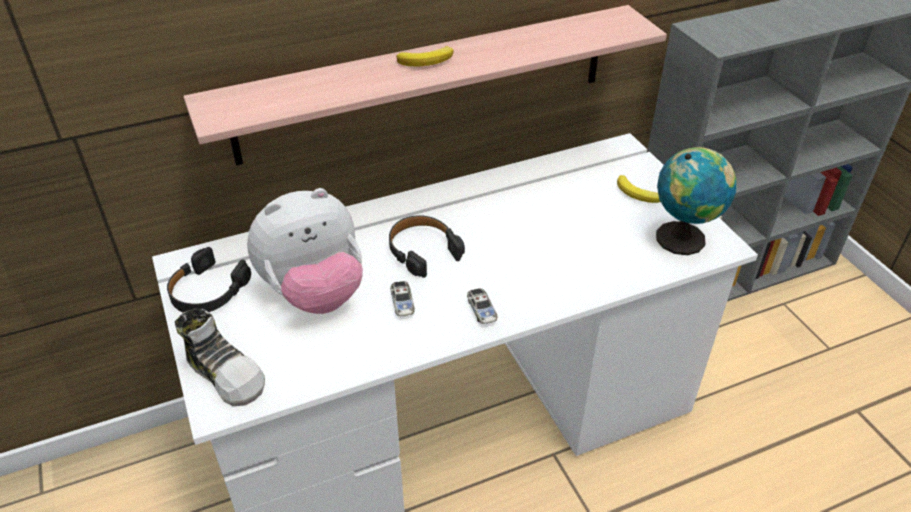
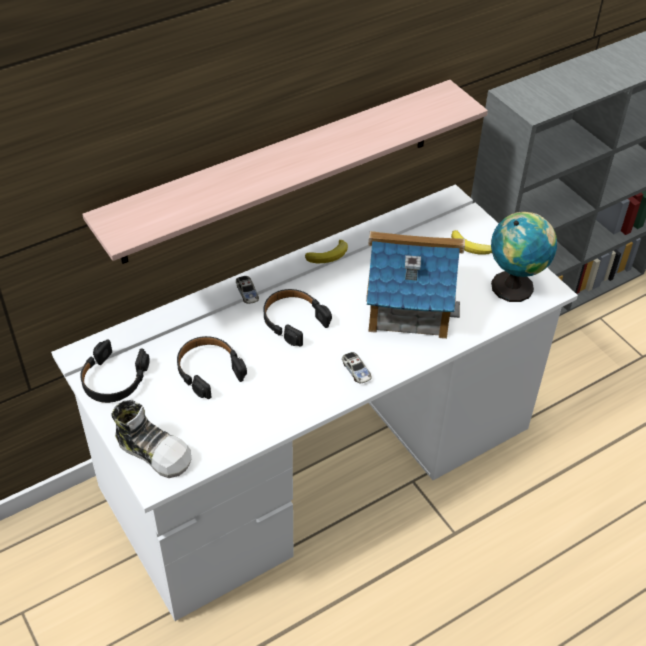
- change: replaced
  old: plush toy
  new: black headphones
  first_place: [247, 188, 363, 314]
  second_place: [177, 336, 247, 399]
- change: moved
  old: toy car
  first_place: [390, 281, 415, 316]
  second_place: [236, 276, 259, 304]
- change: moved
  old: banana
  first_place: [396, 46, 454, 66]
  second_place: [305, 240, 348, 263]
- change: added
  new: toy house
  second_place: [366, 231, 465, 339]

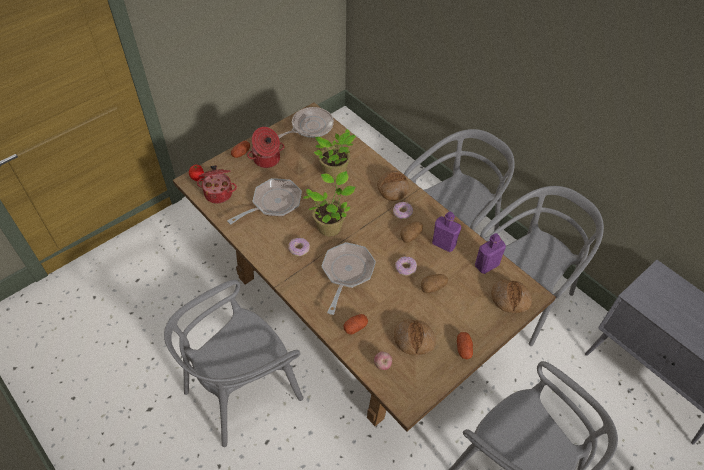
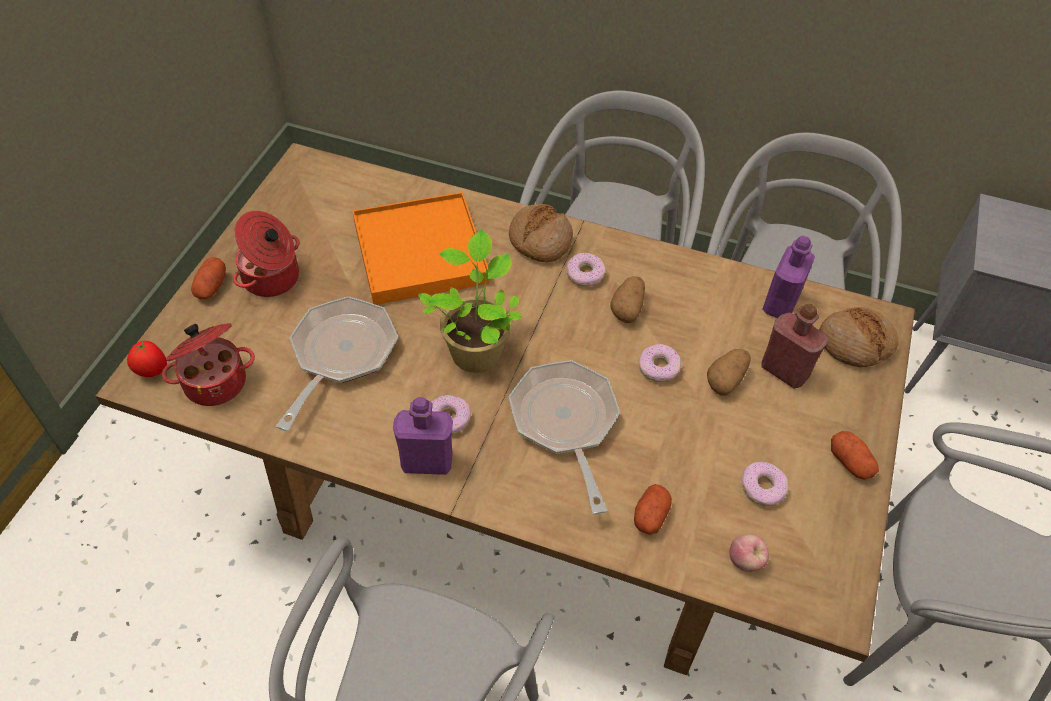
- change: removed
  old: frying pan
  first_place: [278, 107, 334, 138]
- change: replaced
  old: potted plant
  new: orange tray
  first_place: [314, 129, 356, 180]
  second_place: [353, 192, 489, 305]
- change: replaced
  old: bread
  new: donut
  first_place: [394, 320, 436, 355]
  second_place: [741, 462, 789, 506]
- change: moved
  old: purple bottle
  first_place: [432, 212, 461, 252]
  second_place: [393, 397, 453, 475]
- change: added
  new: red bottle
  second_place: [761, 304, 828, 388]

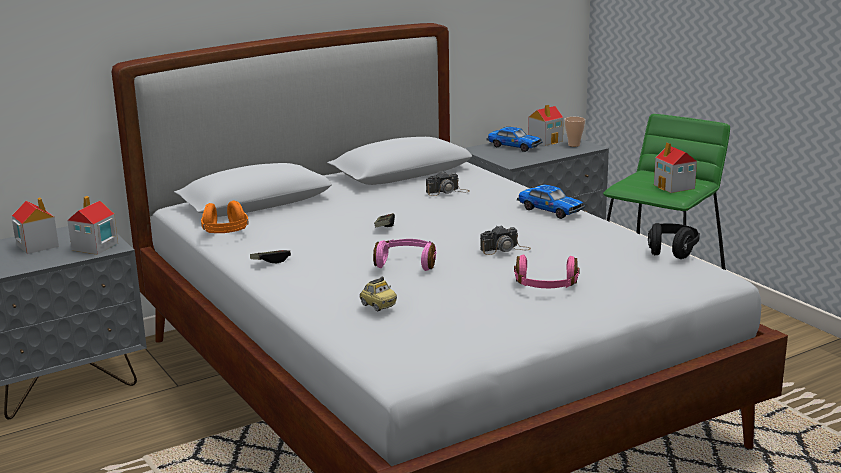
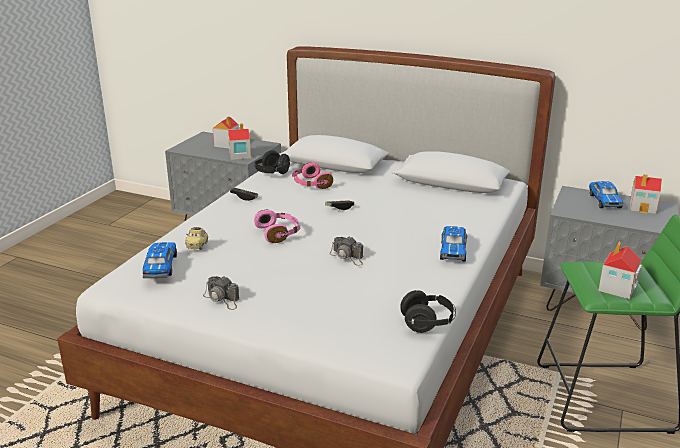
- change: recoloured
  old: orange headphones
  new: black headphones
  first_place: [201, 200, 248, 233]
  second_place: [254, 150, 290, 174]
- change: moved
  old: photo camera
  first_place: [426, 171, 469, 196]
  second_place: [203, 276, 239, 310]
- change: moved
  old: pink headphones
  first_place: [514, 254, 580, 288]
  second_place: [292, 162, 333, 189]
- change: removed
  old: cup
  first_place: [564, 117, 585, 147]
- change: added
  new: toy car
  second_place: [143, 242, 177, 278]

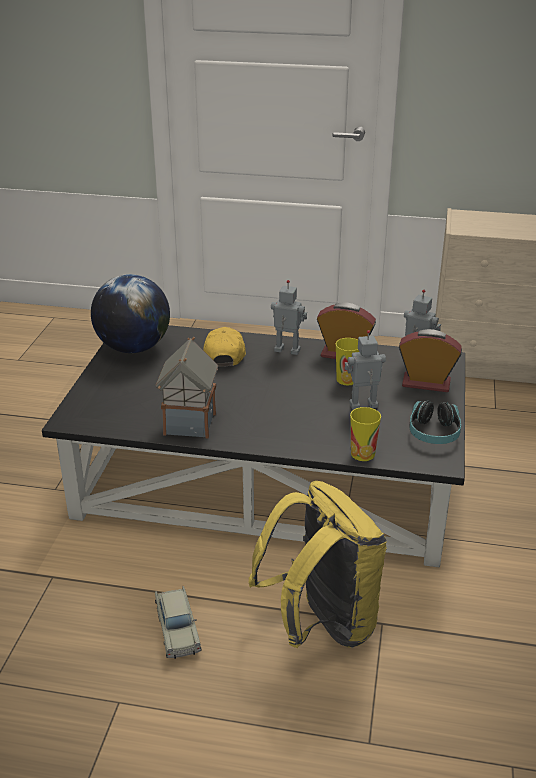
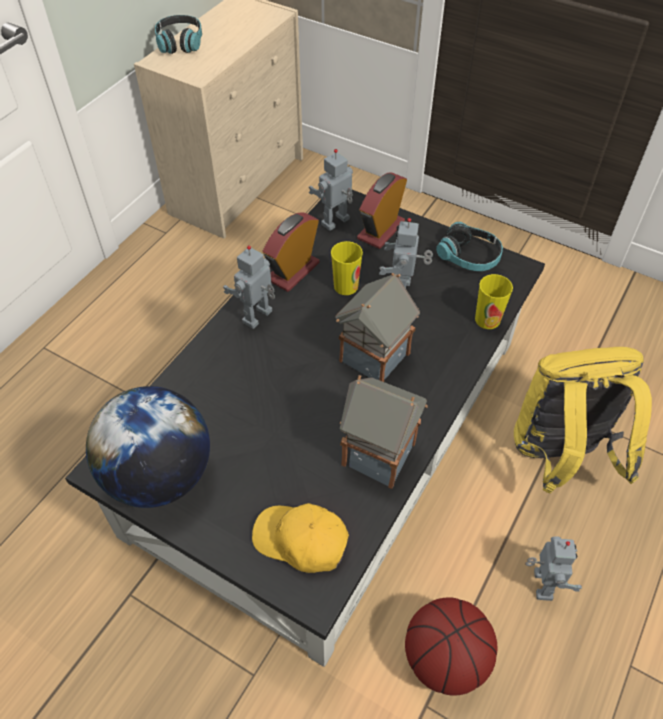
- change: replaced
  old: beige toy car
  new: toy robot
  first_place: [155, 586, 202, 659]
  second_place: [525, 536, 582, 601]
- change: moved
  old: yellow cap
  first_place: [203, 327, 246, 367]
  second_place: [252, 503, 349, 573]
- change: added
  new: headphones
  second_place: [155, 15, 202, 54]
- change: added
  new: toy house
  second_place: [335, 273, 420, 382]
- change: added
  new: basketball
  second_place: [405, 597, 497, 696]

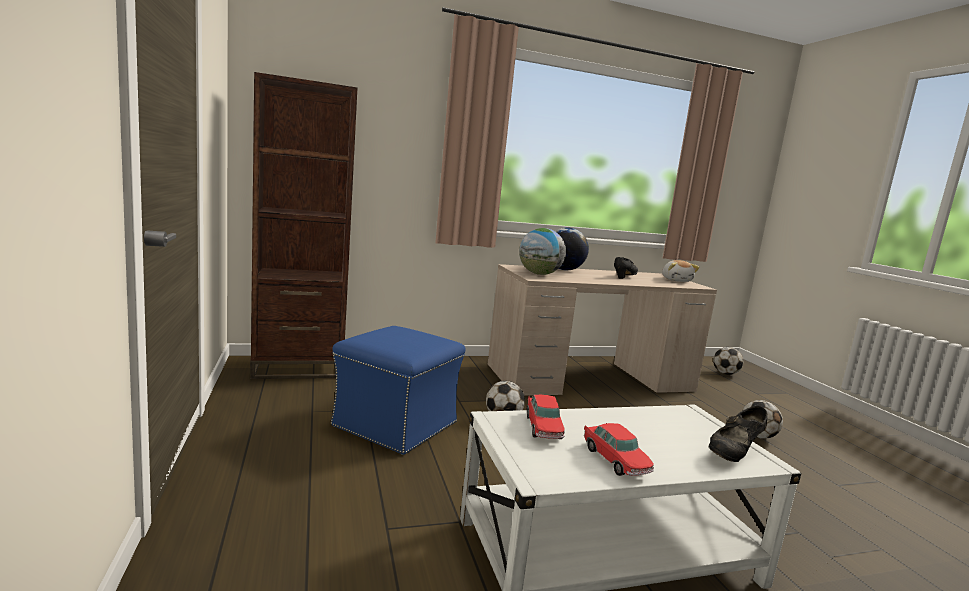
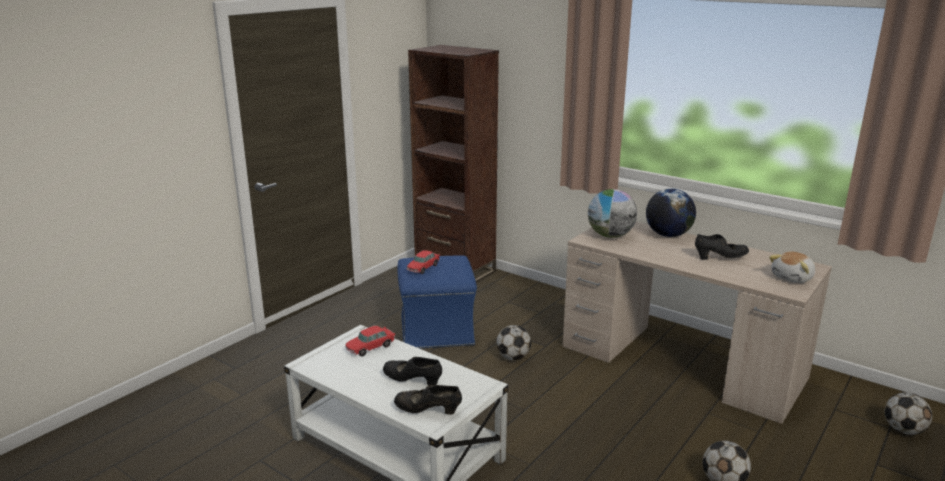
- change: moved
  old: toy car
  first_place: [584, 423, 654, 476]
  second_place: [406, 250, 440, 274]
- change: added
  new: black shoe
  second_place: [383, 357, 442, 385]

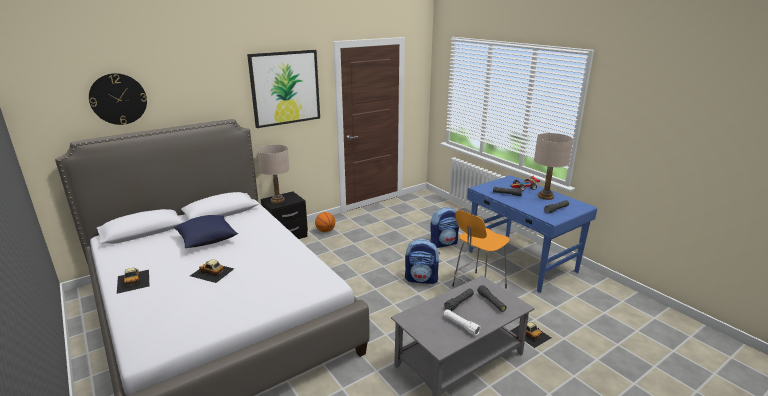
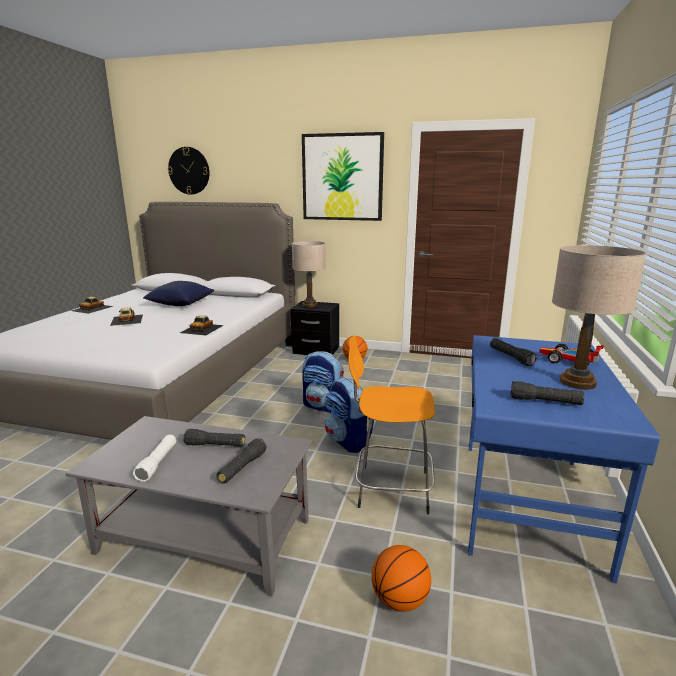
- change: moved
  old: backpack
  first_place: [430, 207, 459, 248]
  second_place: [302, 351, 344, 413]
- change: moved
  old: toy car
  first_place: [510, 322, 551, 348]
  second_place: [180, 315, 224, 336]
- change: added
  new: basketball
  second_place: [372, 545, 431, 612]

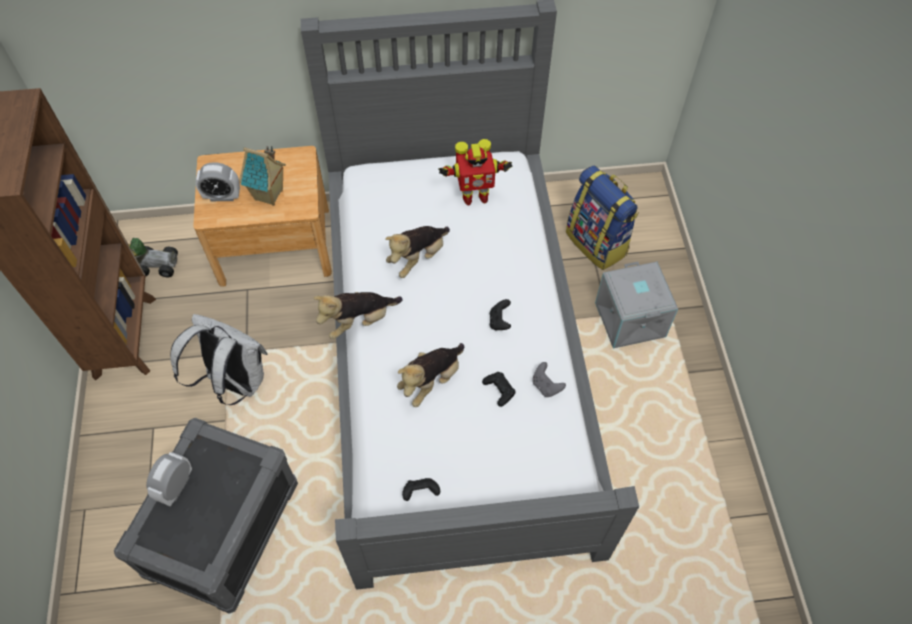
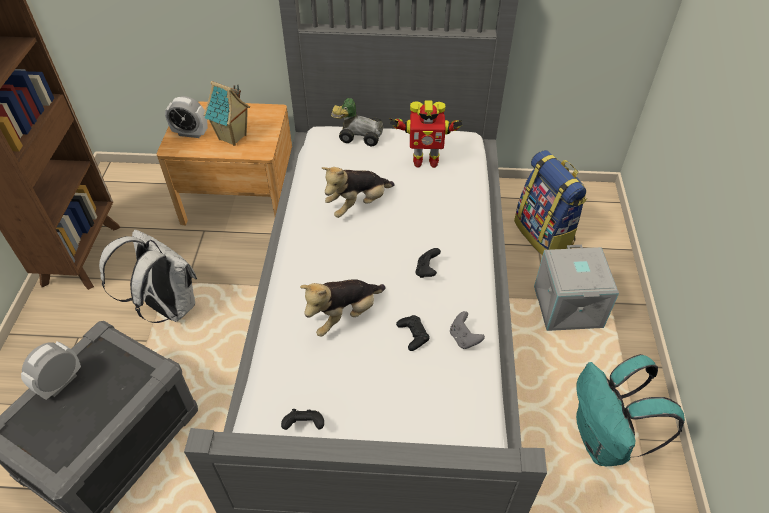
- change: moved
  old: toy car
  first_place: [128, 238, 178, 278]
  second_place: [331, 98, 384, 146]
- change: removed
  old: plush toy
  first_place: [313, 292, 403, 339]
- change: added
  new: turquoise backpack
  second_place: [576, 354, 685, 466]

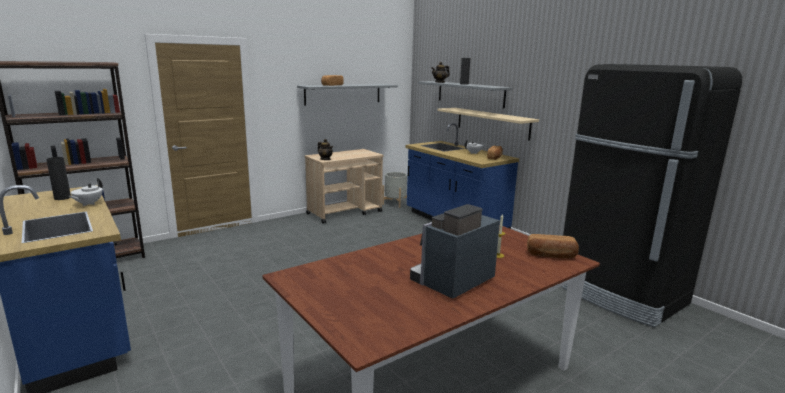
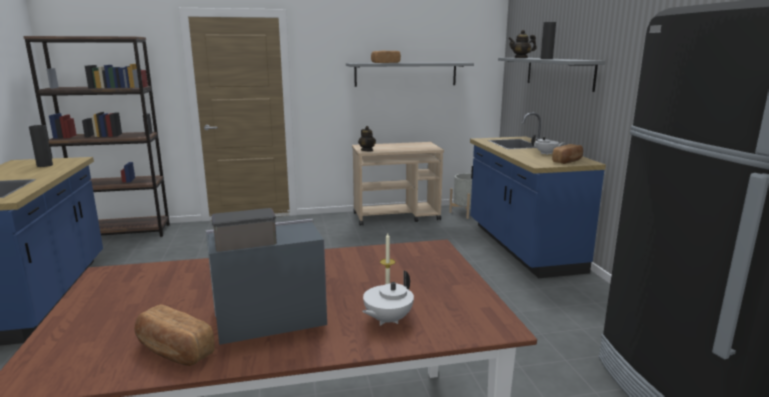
- change: moved
  old: white teapot
  first_place: [68, 178, 103, 206]
  second_place: [362, 271, 414, 326]
- change: removed
  old: beige shelf
  first_place: [437, 108, 539, 141]
- change: moved
  old: bread
  first_place: [527, 234, 579, 258]
  second_place: [135, 304, 215, 366]

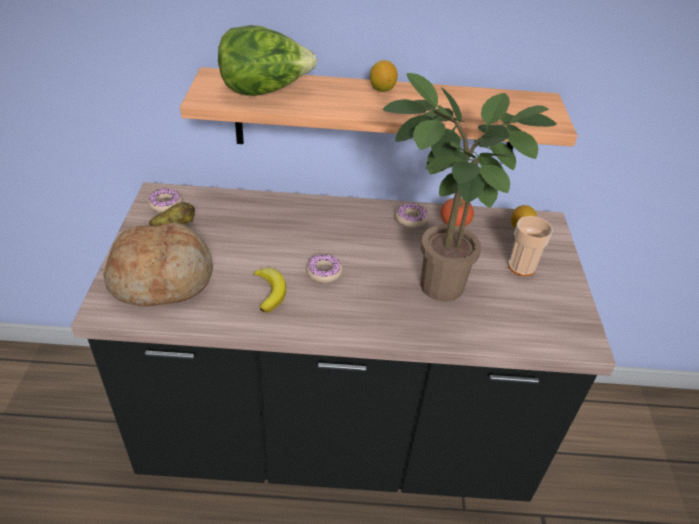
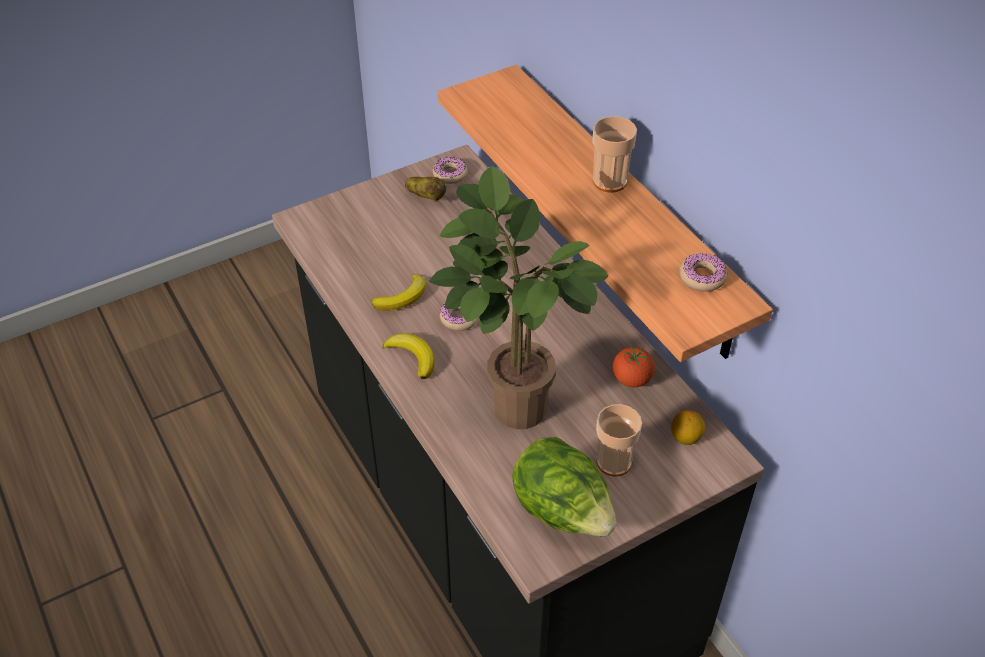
- change: removed
  old: bread
  first_place: [103, 222, 213, 307]
- change: moved
  old: lettuce
  first_place: [218, 25, 317, 96]
  second_place: [512, 437, 617, 536]
- change: replaced
  old: lemon
  new: cup
  first_place: [370, 60, 398, 92]
  second_place: [593, 116, 637, 193]
- change: moved
  old: donut
  first_place: [395, 203, 427, 228]
  second_place: [679, 253, 727, 291]
- change: added
  new: banana
  second_place: [382, 333, 435, 379]

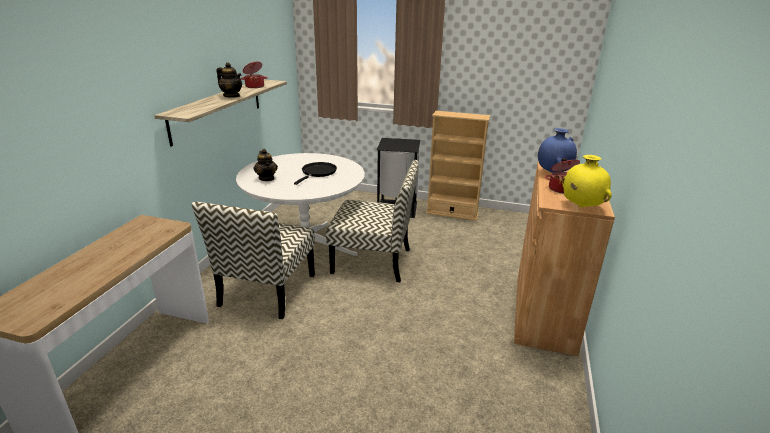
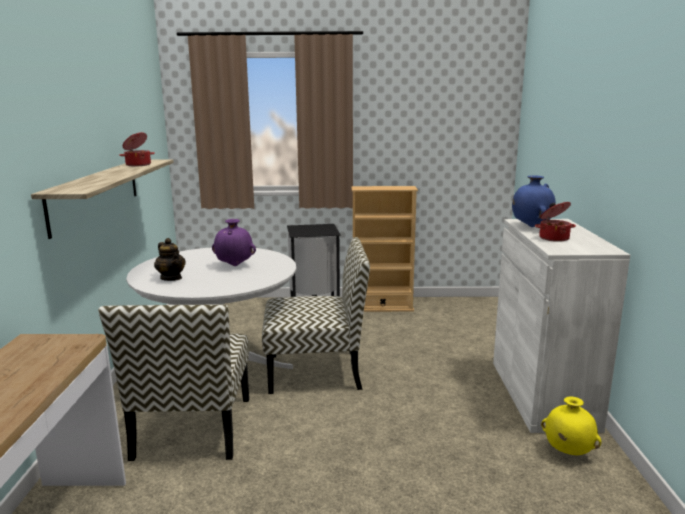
- change: removed
  old: teapot
  first_place: [217, 62, 242, 98]
- change: replaced
  old: black frying pan
  new: purple vase
  first_place: [294, 162, 337, 185]
  second_place: [212, 219, 256, 266]
- change: recoloured
  old: brown cabinet
  new: white cabinet
  first_place: [514, 162, 615, 356]
  second_place: [493, 219, 630, 433]
- change: moved
  old: yellow vase
  first_place: [562, 155, 612, 207]
  second_place: [541, 396, 601, 455]

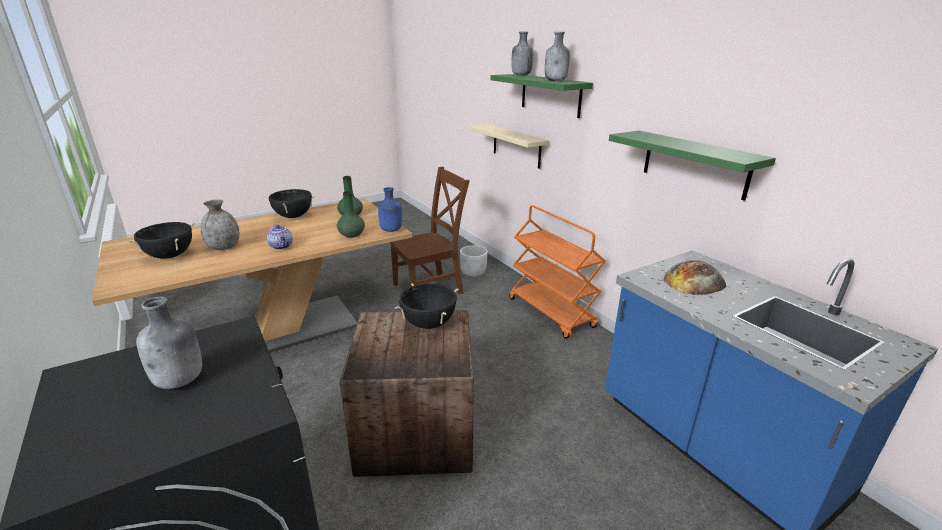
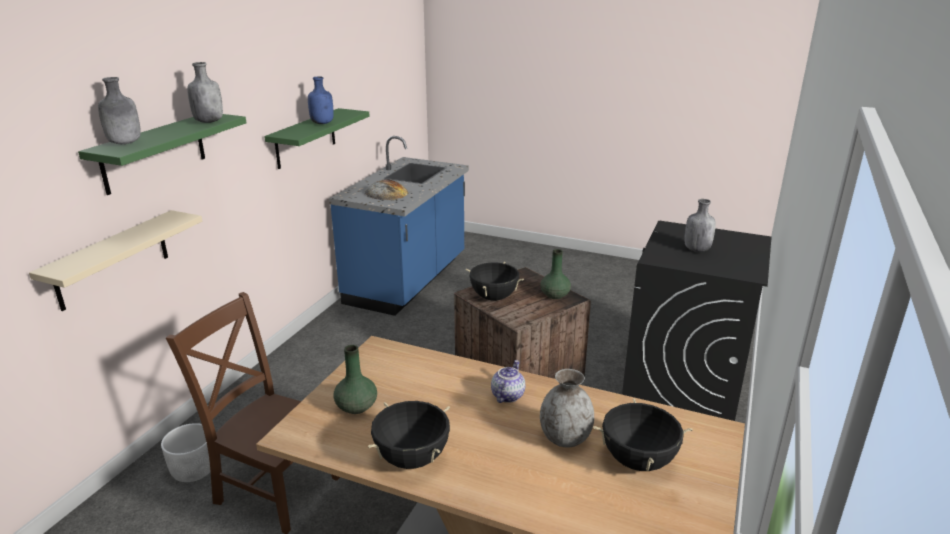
- change: moved
  old: green vase
  first_place: [337, 191, 365, 238]
  second_place: [540, 249, 571, 299]
- change: moved
  old: blue bottle
  first_place: [378, 187, 402, 232]
  second_place: [308, 77, 334, 124]
- change: removed
  old: orange cart
  first_place: [509, 205, 606, 339]

